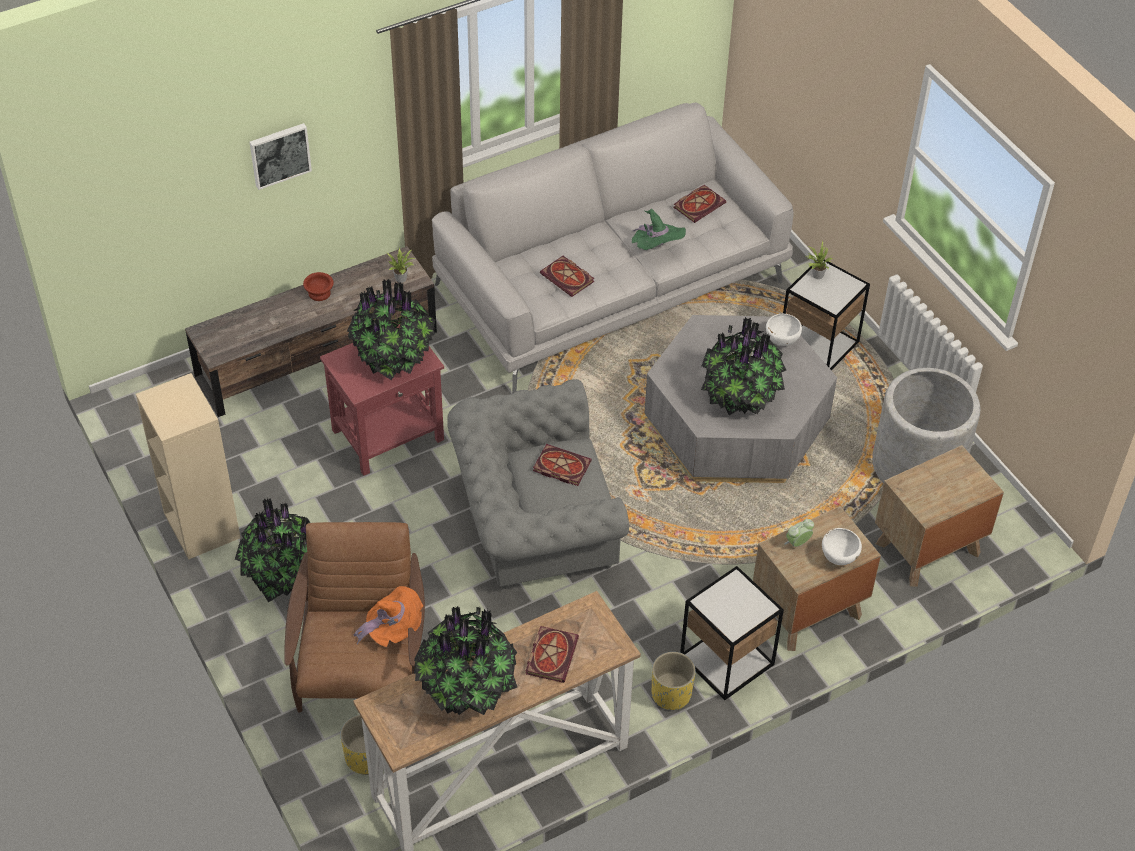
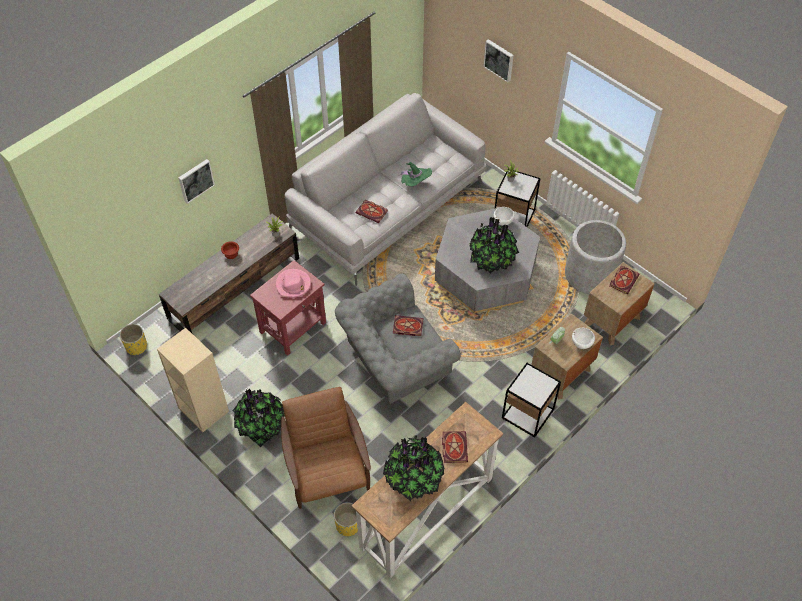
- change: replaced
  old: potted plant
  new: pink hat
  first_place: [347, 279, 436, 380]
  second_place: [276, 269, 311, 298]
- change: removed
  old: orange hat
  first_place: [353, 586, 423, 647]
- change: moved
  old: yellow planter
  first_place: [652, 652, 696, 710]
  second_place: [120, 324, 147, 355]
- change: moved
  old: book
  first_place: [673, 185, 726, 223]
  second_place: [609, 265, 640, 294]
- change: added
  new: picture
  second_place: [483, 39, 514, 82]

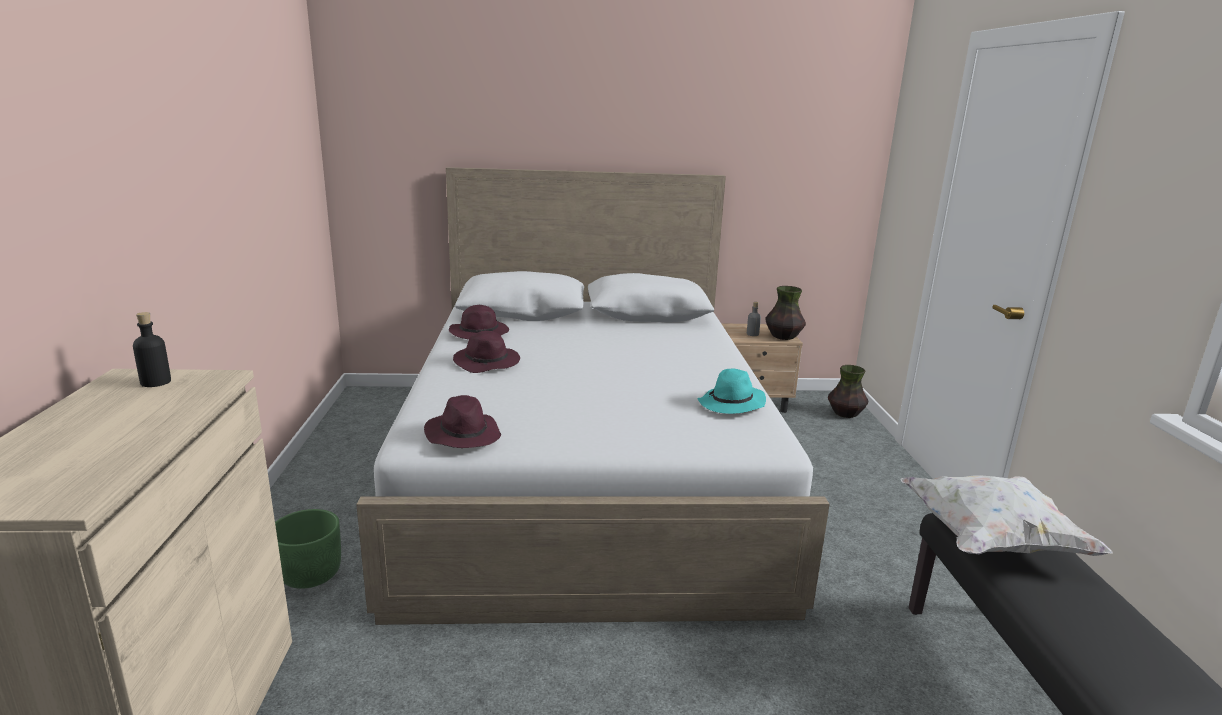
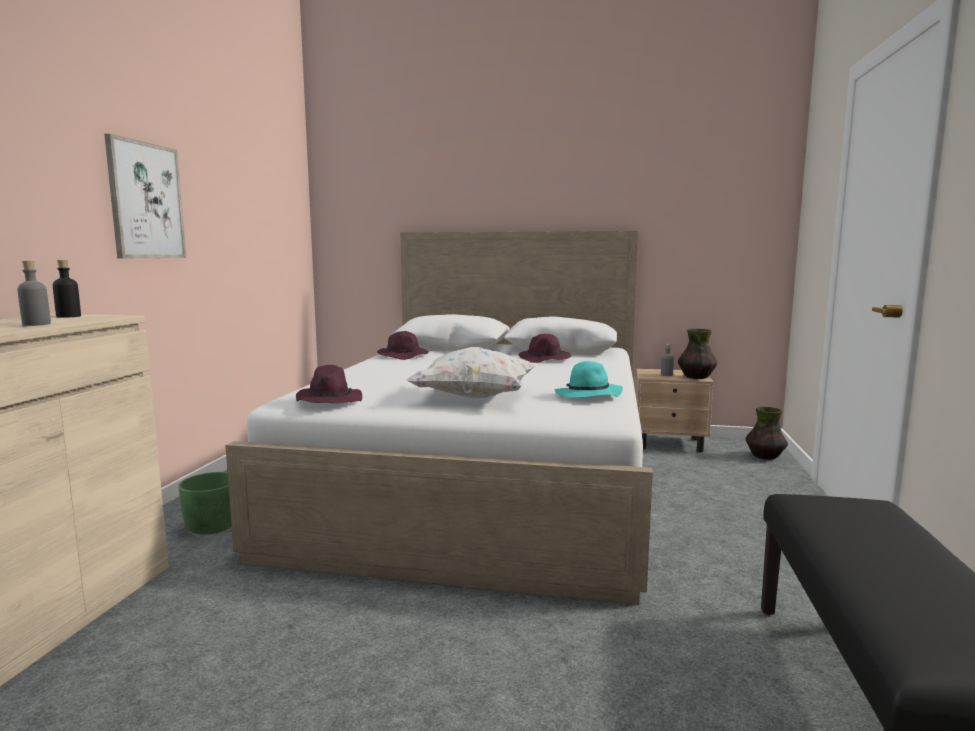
- change: moved
  old: purple hat
  first_place: [453, 331, 520, 373]
  second_place: [519, 334, 571, 363]
- change: moved
  old: white pillow
  first_place: [901, 476, 1113, 556]
  second_place: [406, 347, 536, 398]
- change: added
  new: grey bottle
  second_place: [17, 261, 51, 326]
- change: added
  new: picture
  second_place: [104, 134, 186, 258]

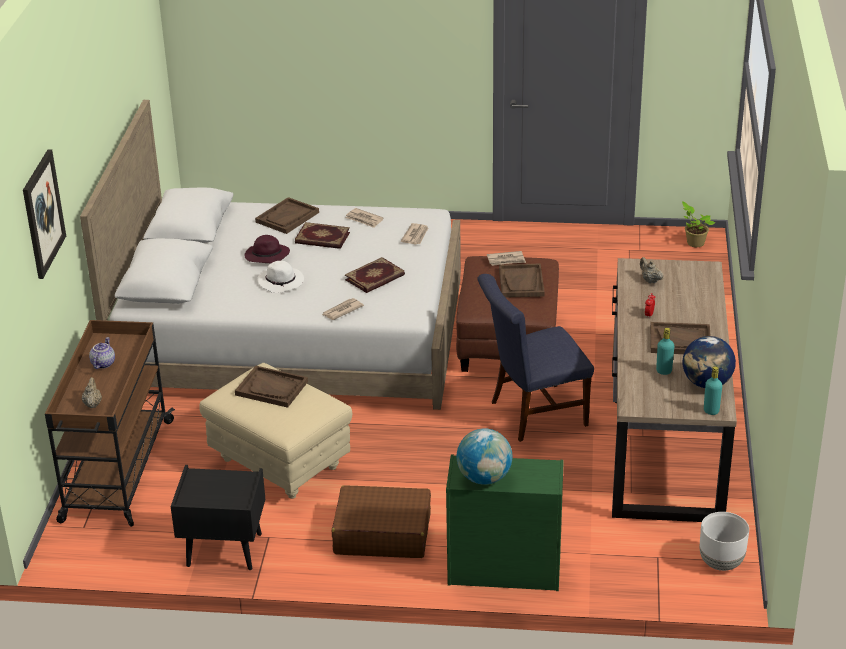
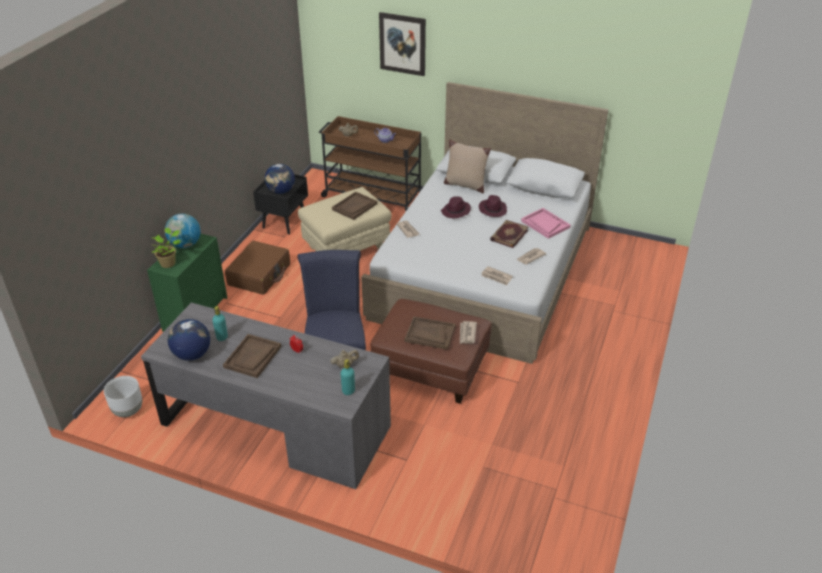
- change: recoloured
  old: brown tray
  new: pink tray
  first_place: [255, 197, 319, 234]
  second_place: [521, 208, 571, 239]
- change: recoloured
  old: white hat
  new: purple hat
  first_place: [257, 261, 304, 293]
  second_place: [441, 196, 471, 218]
- change: removed
  old: book
  first_place: [345, 257, 405, 293]
- change: recoloured
  old: brown desk
  new: grey desk
  first_place: [612, 258, 737, 522]
  second_place: [141, 302, 391, 489]
- change: moved
  old: potted plant
  first_place: [682, 201, 715, 247]
  second_place: [152, 228, 181, 268]
- change: moved
  old: turquoise bottle
  first_place: [704, 366, 722, 415]
  second_place: [340, 359, 355, 395]
- change: added
  new: globe
  second_place: [265, 164, 295, 194]
- change: added
  new: beige pillow
  second_place: [444, 139, 491, 193]

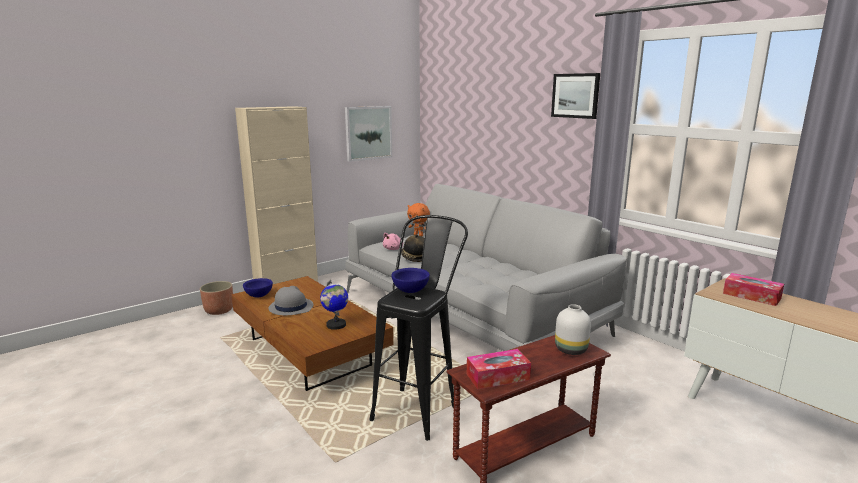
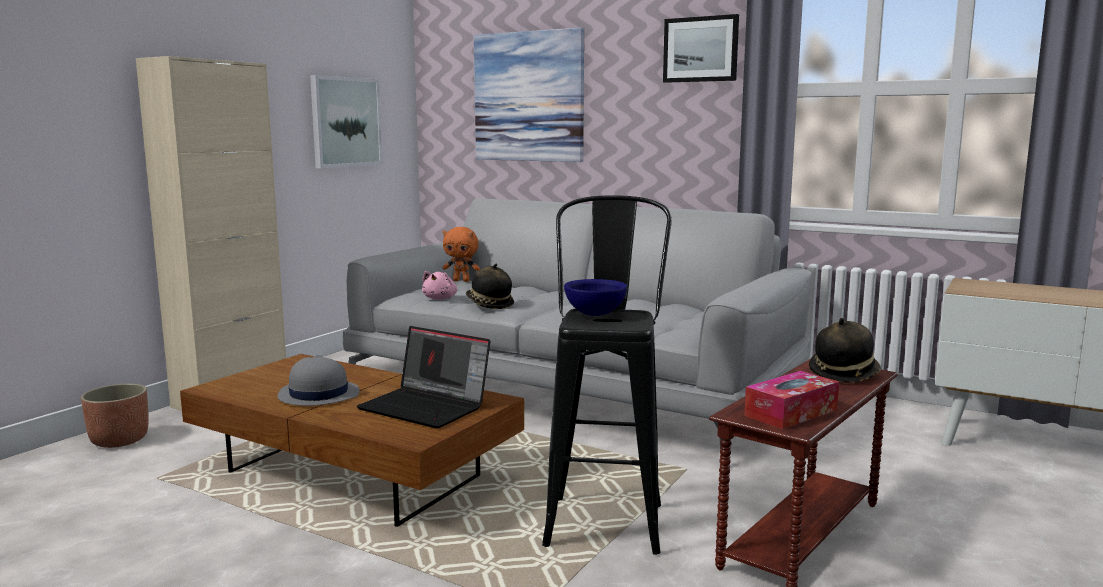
- change: removed
  old: blue bowl
  first_place: [243, 278, 273, 297]
- change: replaced
  old: globe
  new: laptop
  first_place: [320, 280, 348, 330]
  second_place: [357, 326, 490, 429]
- change: replaced
  old: white vase
  new: hat
  first_place: [555, 304, 591, 355]
  second_place: [809, 318, 881, 383]
- change: removed
  old: tissue box
  first_place: [723, 273, 784, 306]
- change: added
  new: picture
  second_place: [474, 28, 584, 162]

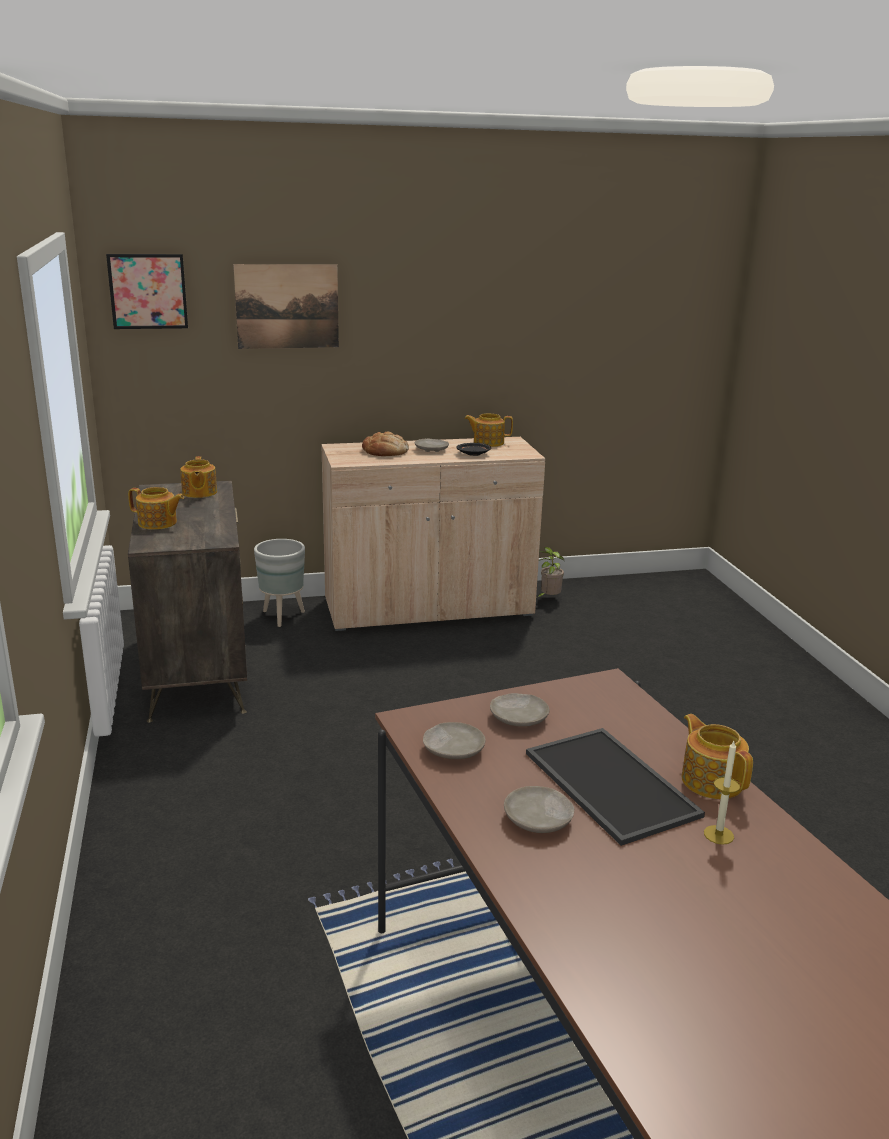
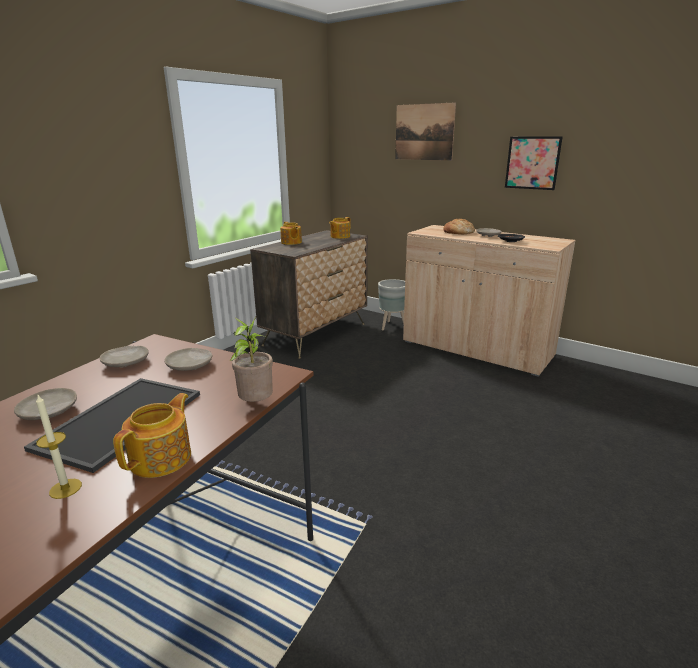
- change: moved
  old: picture
  first_place: [106, 254, 188, 329]
  second_place: [505, 136, 563, 190]
- change: removed
  old: teapot
  first_place: [464, 413, 513, 447]
- change: moved
  old: potted plant
  first_place: [538, 547, 564, 597]
  second_place: [230, 317, 273, 402]

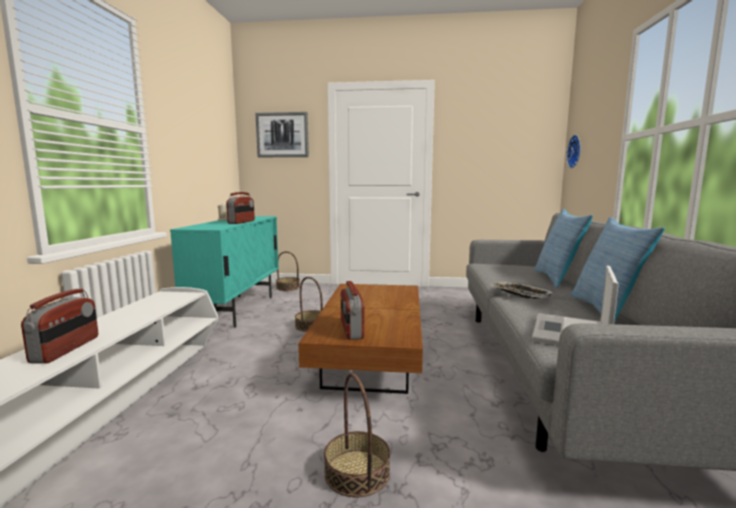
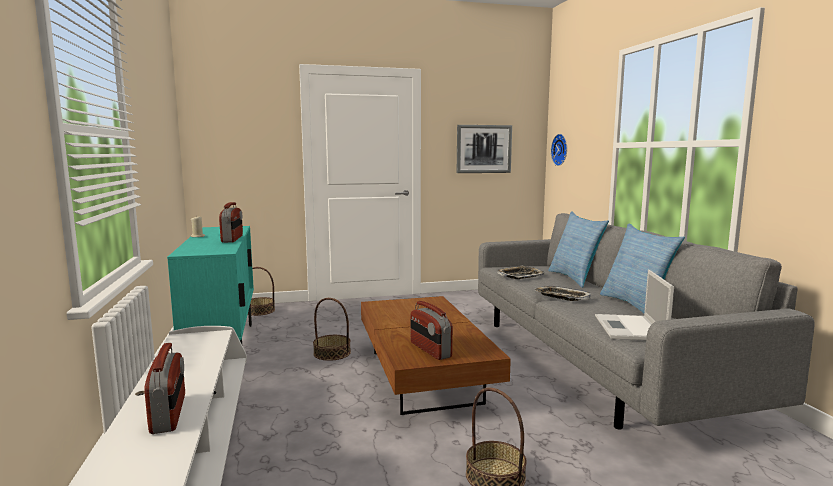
- change: moved
  old: picture
  first_place: [255, 112, 309, 157]
  second_place: [457, 125, 512, 173]
- change: added
  new: tray
  second_place: [497, 266, 545, 279]

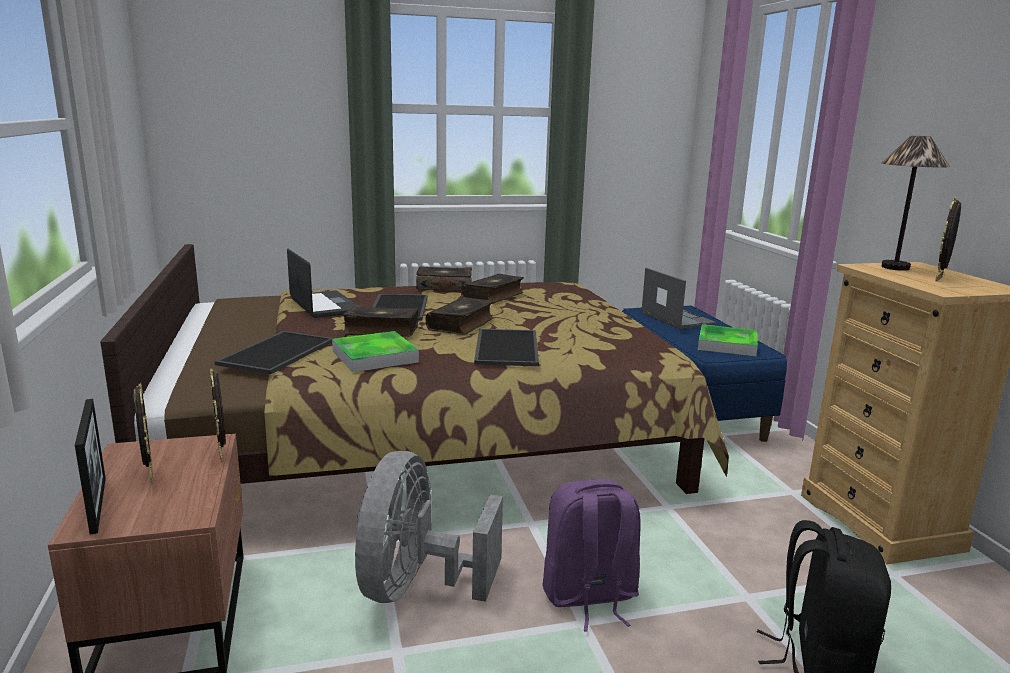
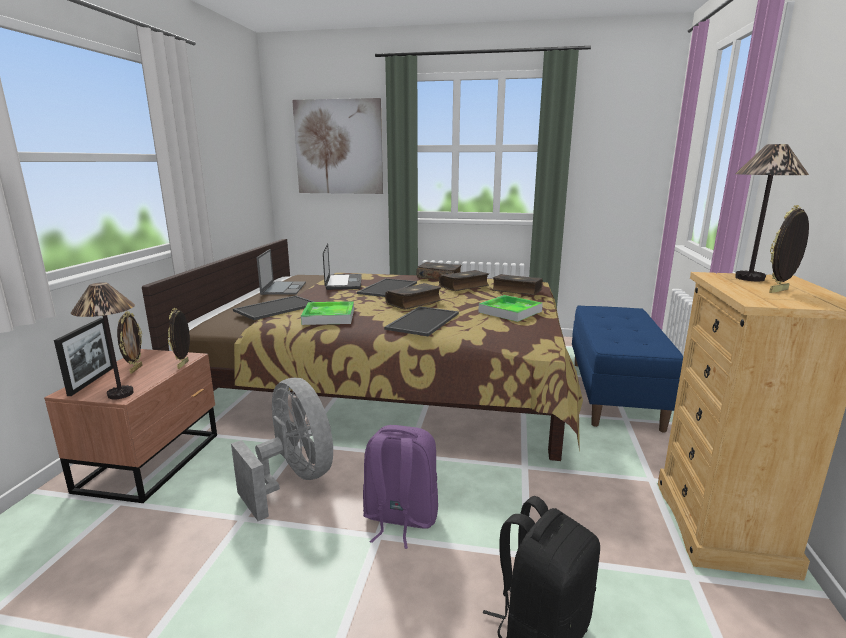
- change: moved
  old: book
  first_place: [343, 306, 418, 337]
  second_place: [492, 274, 543, 295]
- change: turned
  old: grey fan
  first_place: [355, 451, 503, 603]
  second_place: [231, 378, 333, 521]
  degrees: 105
- change: moved
  old: laptop
  first_place: [641, 268, 716, 329]
  second_place: [256, 249, 306, 295]
- change: moved
  old: tray
  first_place: [698, 324, 758, 357]
  second_place: [478, 295, 543, 322]
- change: added
  new: table lamp
  second_place: [71, 282, 135, 400]
- change: added
  new: picture
  second_place: [292, 98, 383, 194]

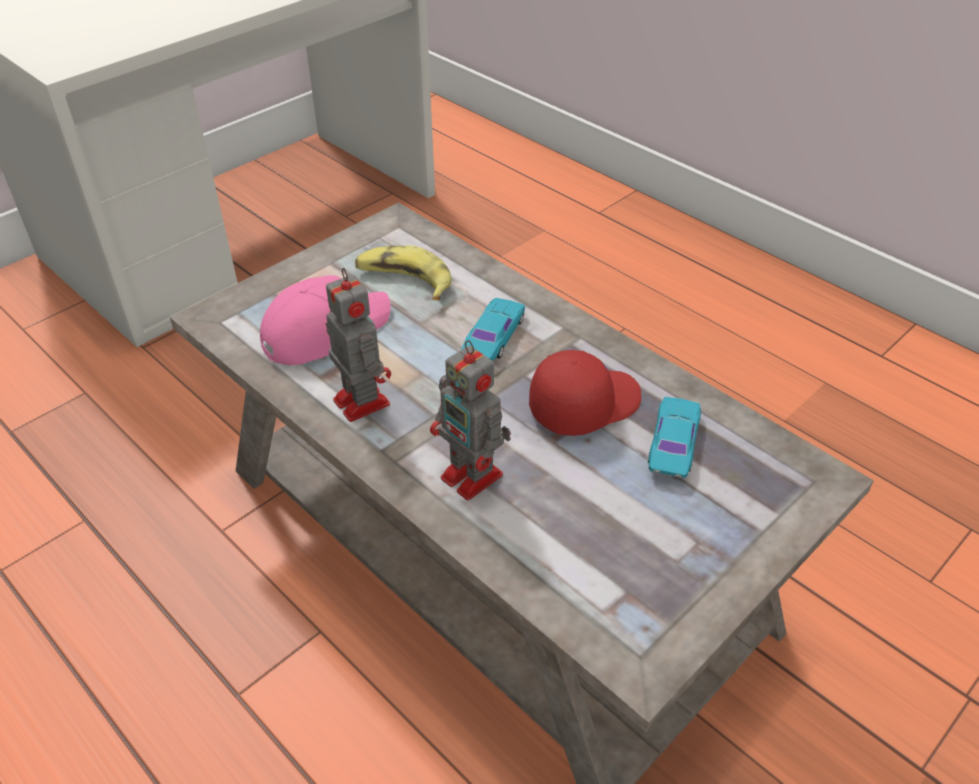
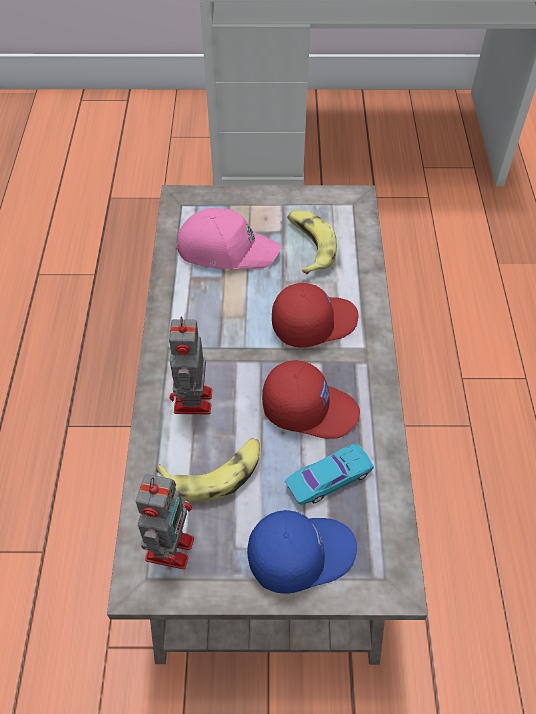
- change: moved
  old: toy robot
  first_place: [326, 268, 391, 422]
  second_place: [136, 474, 194, 569]
- change: replaced
  old: turquoise toy car
  new: red cap
  first_place: [461, 298, 525, 361]
  second_place: [272, 283, 359, 348]
- change: added
  new: banana
  second_place: [156, 438, 260, 502]
- change: added
  new: blue cap
  second_place: [247, 510, 357, 594]

